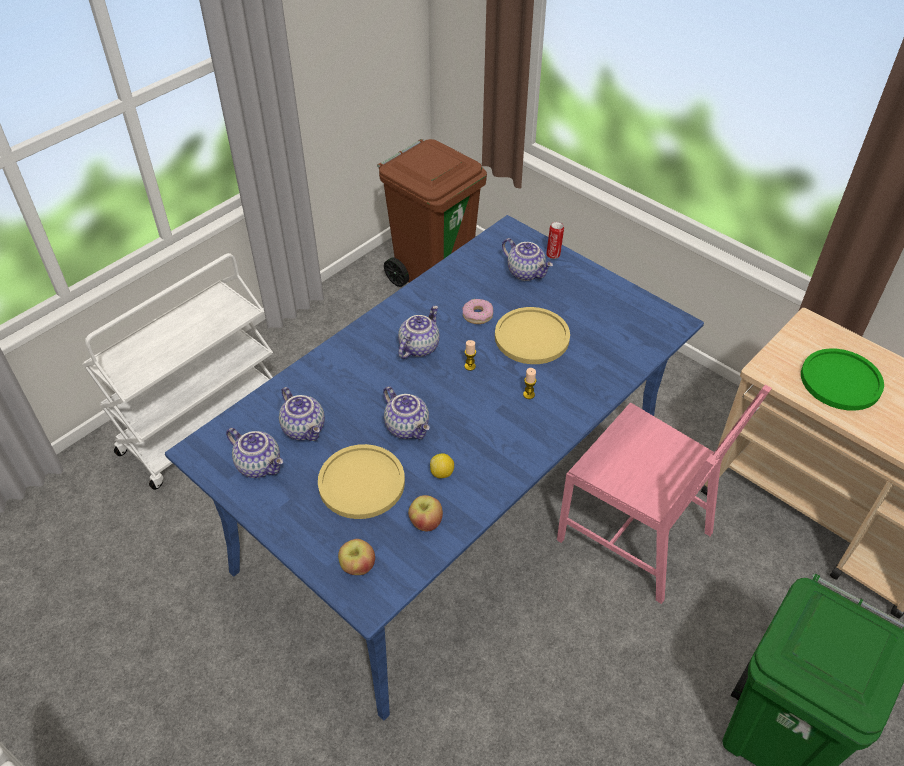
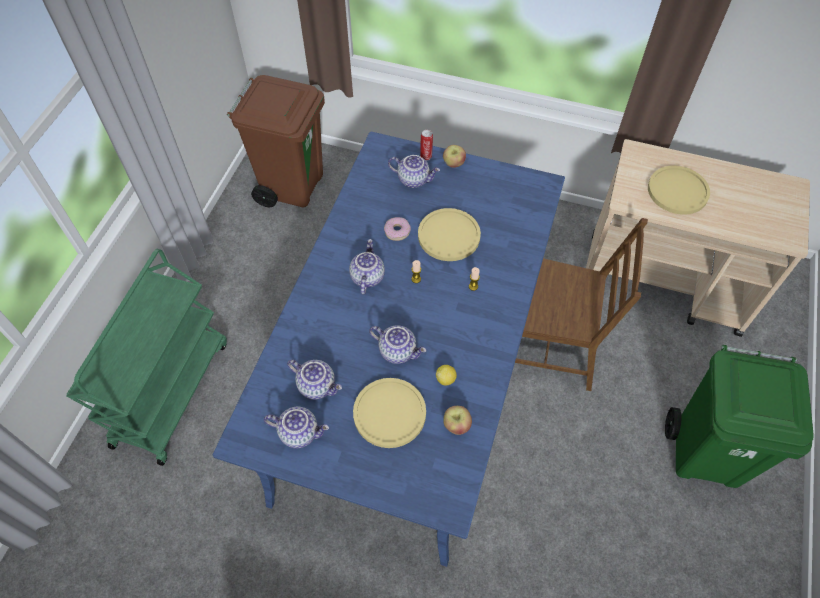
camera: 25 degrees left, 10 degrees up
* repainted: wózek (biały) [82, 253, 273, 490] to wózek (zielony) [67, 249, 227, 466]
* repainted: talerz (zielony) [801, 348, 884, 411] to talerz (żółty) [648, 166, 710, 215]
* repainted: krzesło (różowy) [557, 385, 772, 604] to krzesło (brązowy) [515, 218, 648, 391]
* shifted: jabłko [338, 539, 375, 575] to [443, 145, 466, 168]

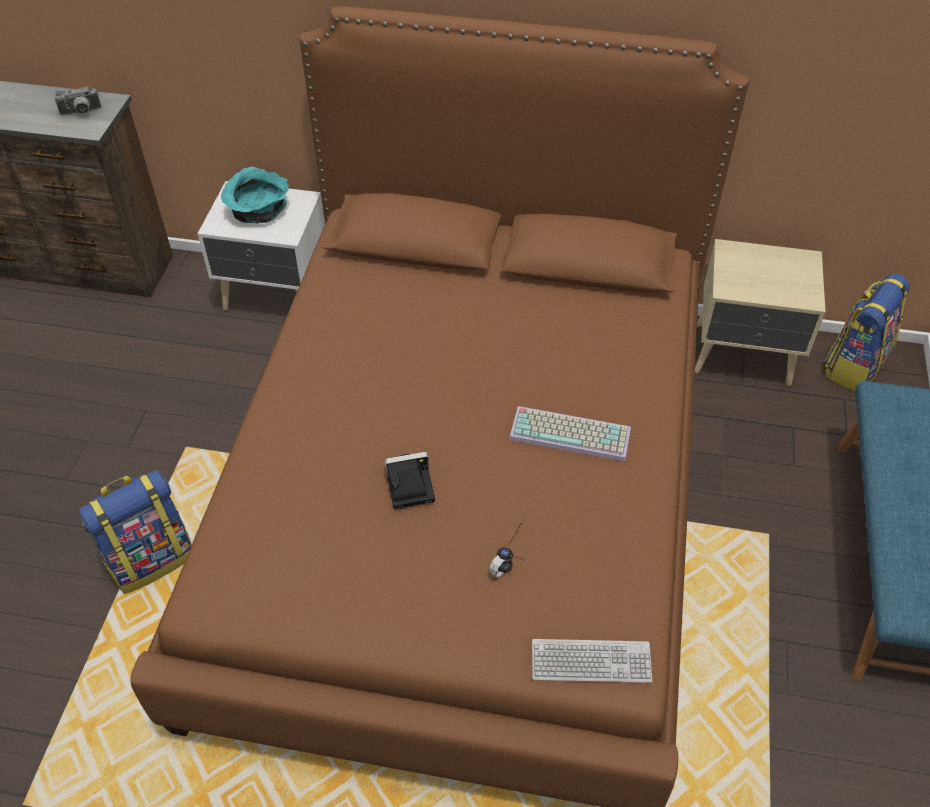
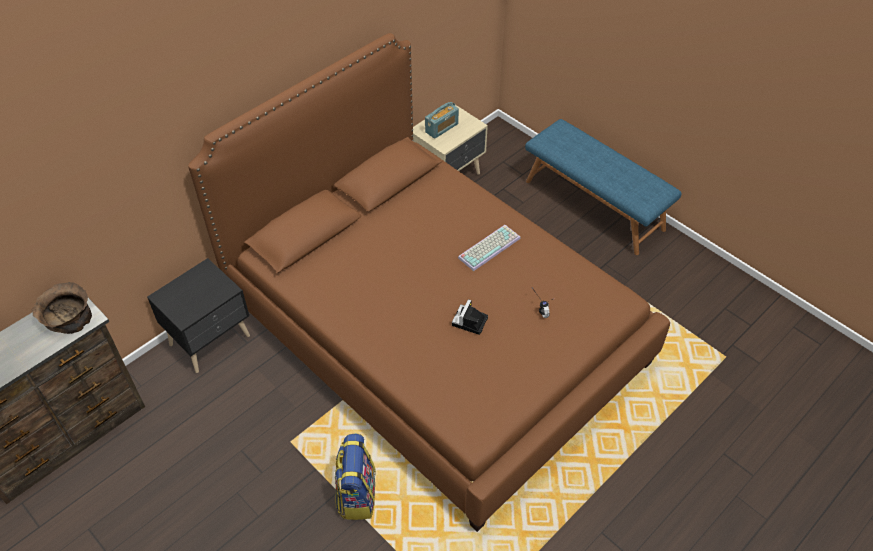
camera: 55 degrees left, 0 degrees up
* swapped: aparat fotograficzny [54, 86, 101, 115] to miska (brązowy) [32, 282, 92, 334]
* gone: miska (turkusowy) [221, 166, 289, 224]
* repainted: szafka nocna (biały) [198, 181, 325, 310] to szafka nocna (czarny) [147, 258, 250, 373]
* gone: plecak [824, 273, 910, 391]
* gone: klawiatura [532, 639, 652, 683]
* new: radio [425, 102, 459, 139]

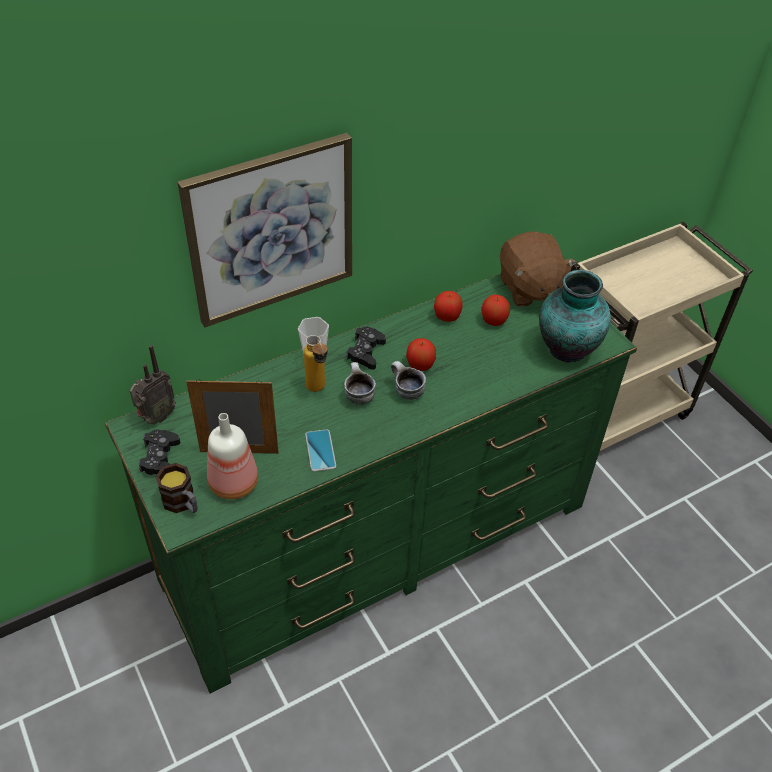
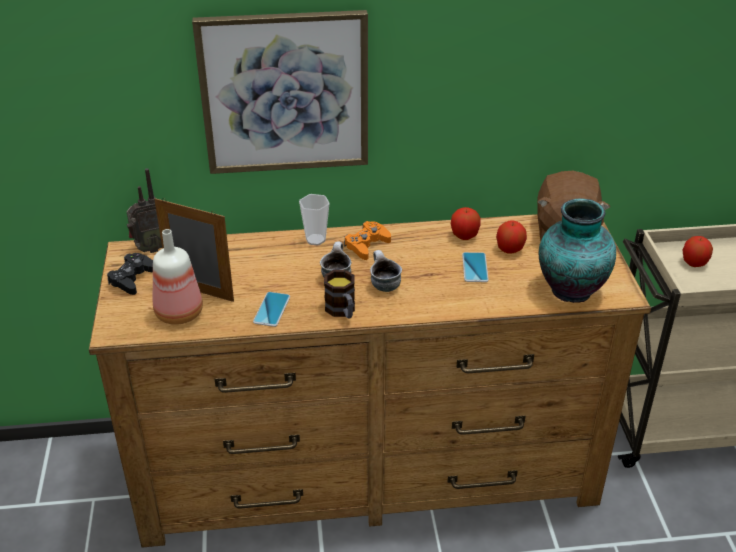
camera: 25 degrees right, 10 degrees down
* repainted: komoda (zielony) [105, 274, 637, 694] to komoda (brązowy) [89, 214, 651, 548]
* repainted: pad do gier (czarny) [347, 327, 386, 370] to pad do gier (pomarańczowy) [344, 221, 391, 260]
* gone: butelka [304, 335, 328, 392]
* shifted: jabłko [406, 338, 436, 371] to [683, 236, 713, 267]
* shifted: kubek [156, 463, 198, 513] to [324, 270, 355, 319]
* new: telefon [462, 252, 489, 282]

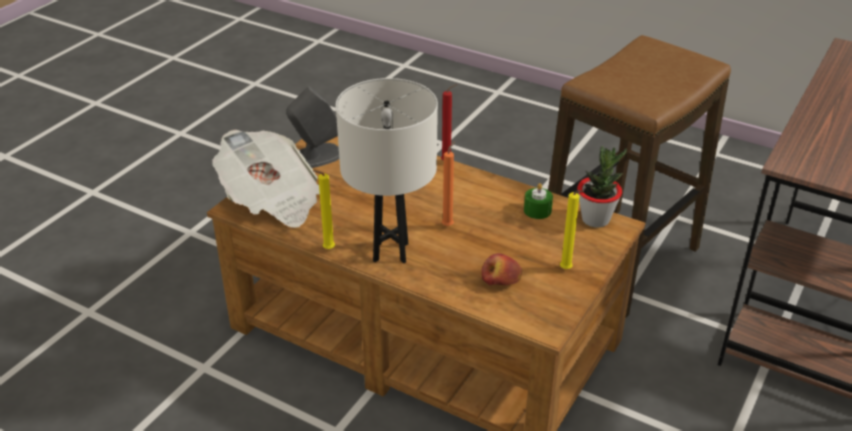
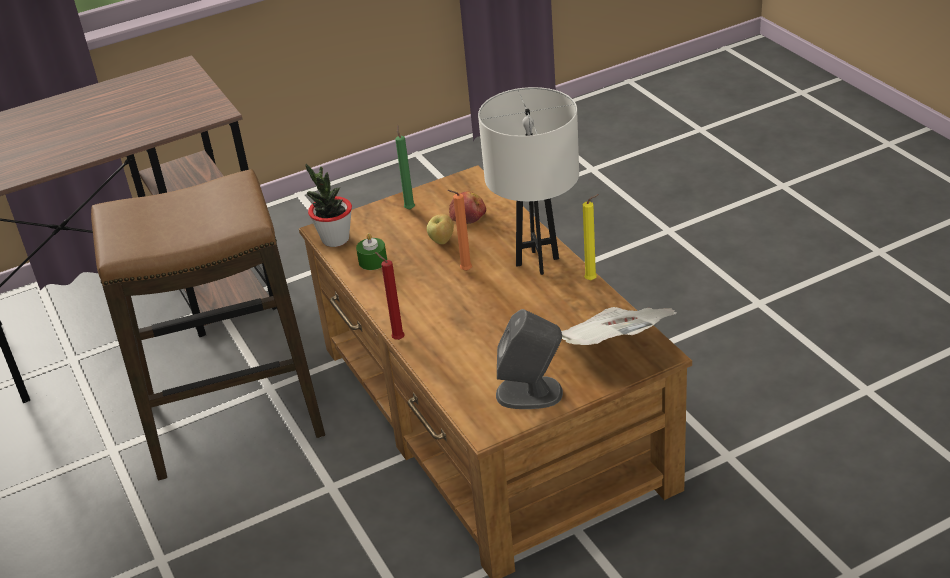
camera: 145 degrees left, 0 degrees up
* repainted: świeca (żółty) [560, 190, 584, 269] to świeca (zielony) [395, 125, 415, 210]
* new: jabłko [427, 214, 454, 244]

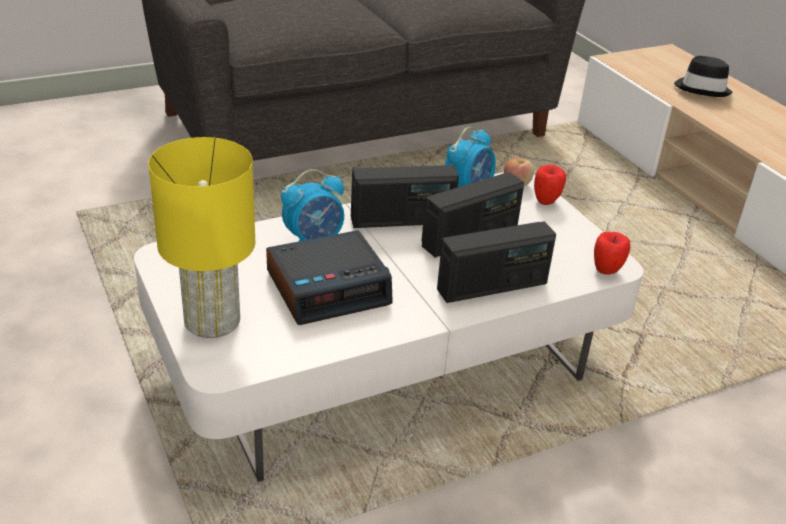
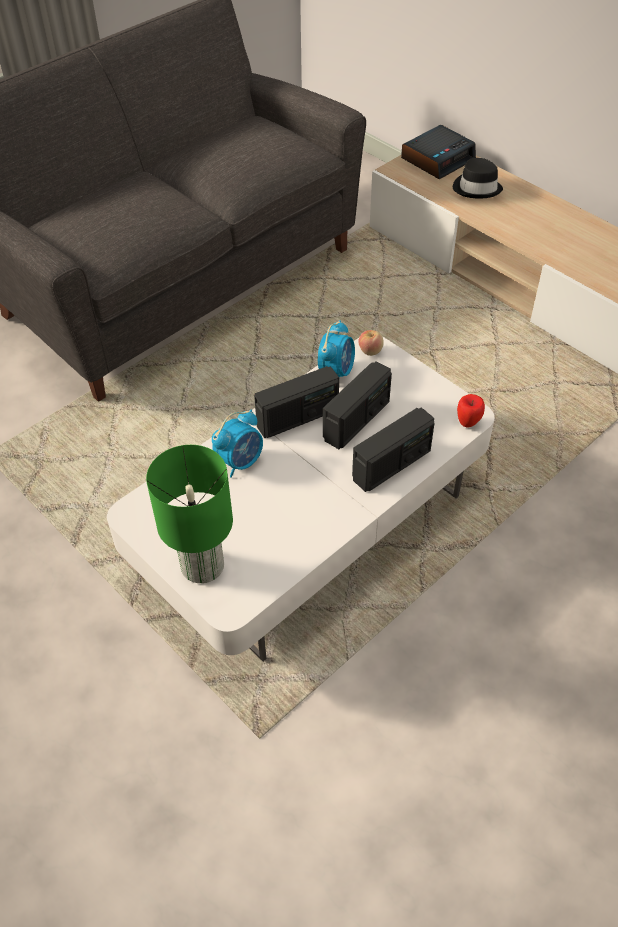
camera: 15 degrees left, 15 degrees up
* repainted: lampa stołowa (żółty) [148, 137, 255, 338] to lampa stołowa (zielony) [146, 445, 233, 583]
* gone: jabłko [534, 165, 566, 205]
* shifted: budzik [266, 230, 393, 325] to [401, 125, 476, 179]

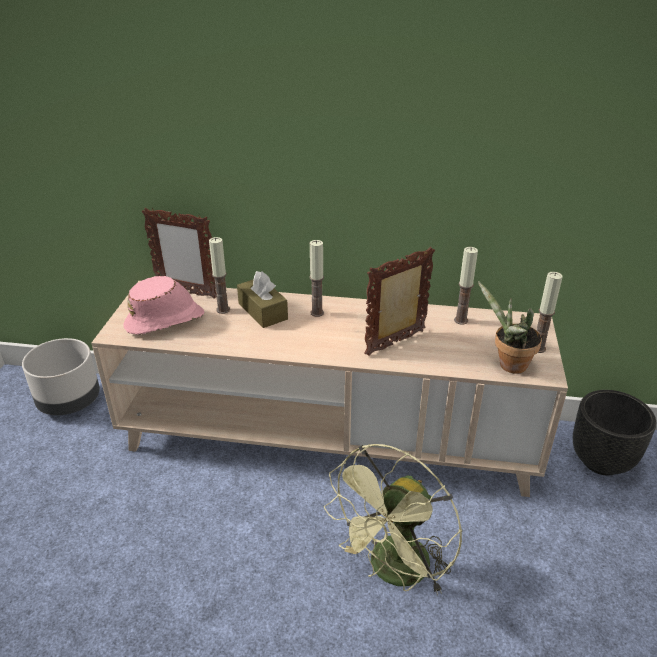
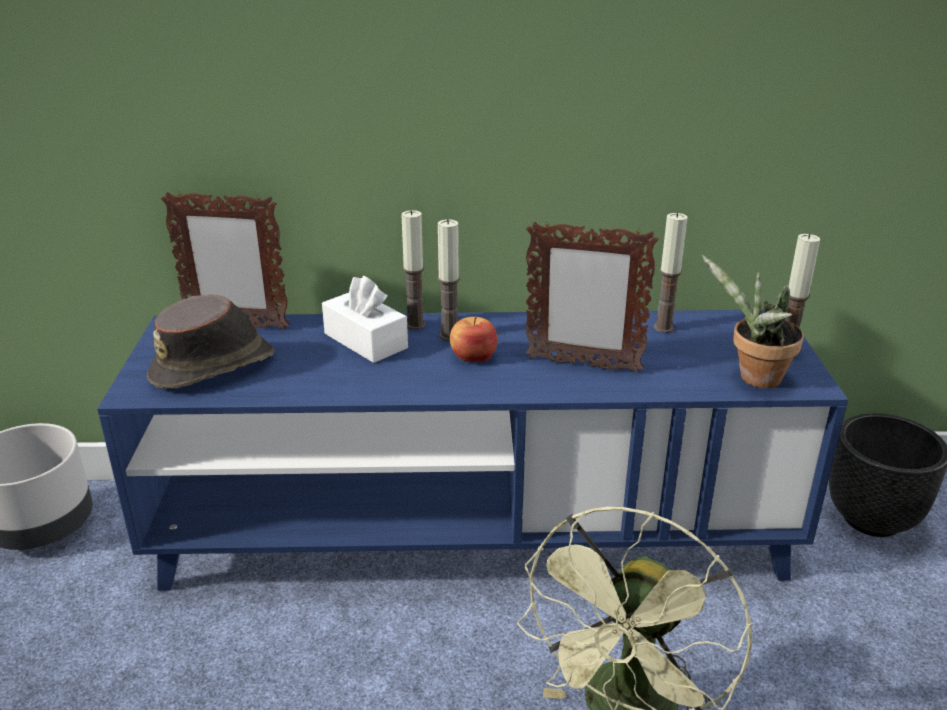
camera: 10 degrees left, 5 degrees down
* shifted: świeca [209, 237, 230, 314] to [401, 210, 426, 330]
* rotated: ramka na zdjęcie [364, 247, 435, 356] = [526, 221, 659, 373] 120 degrees counterclockwise
* repainted: pudełko chusteczek (brązowy) [237, 271, 288, 328] to pudełko chusteczek (biały) [322, 276, 408, 363]
* repainted: kapelusz (różowy) [123, 276, 204, 335] to kapelusz (brązowy) [147, 294, 274, 389]
* repainted: szafka pod telewizor (beżowy) [91, 281, 568, 497] to szafka pod telewizor (niebieski) [97, 310, 848, 591]
* new: jabłko [450, 316, 497, 362]

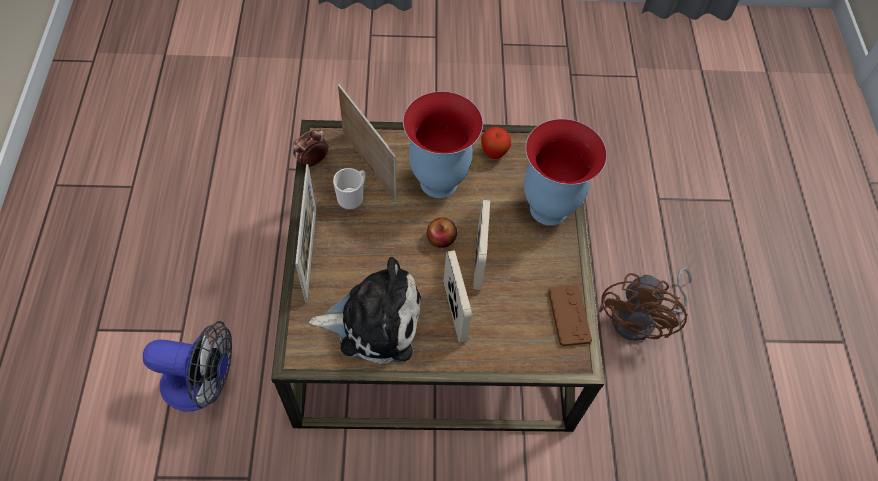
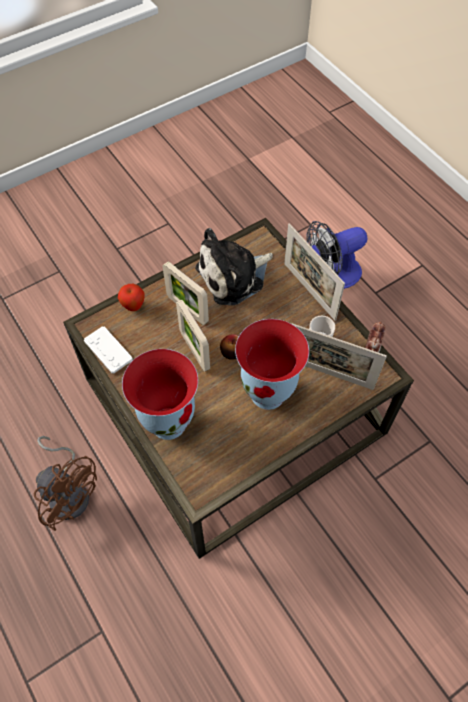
camera: 150 degrees right, 0 degrees up
* shifted: jabłko [481, 127, 511, 159] to [118, 284, 145, 311]
* rotated: wentylator (brązowy) [599, 267, 691, 341] = [34, 436, 97, 531] 135 degrees clockwise
* repainted: pad do gier (brązowy) [548, 285, 592, 346] to pad do gier (biały) [84, 326, 133, 373]

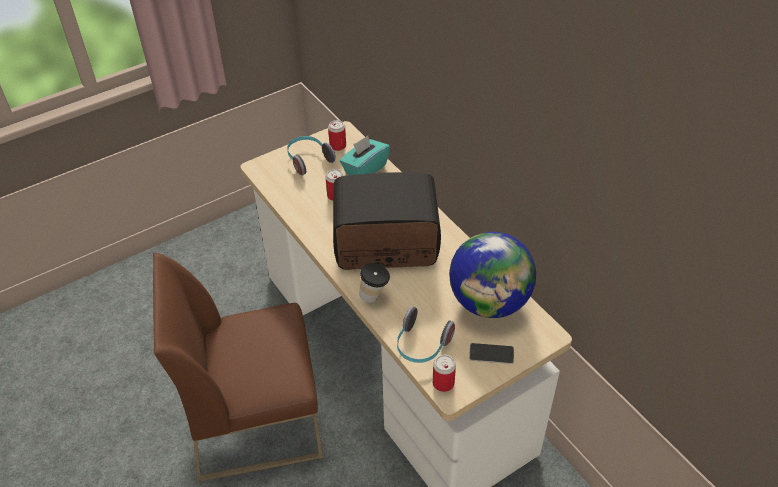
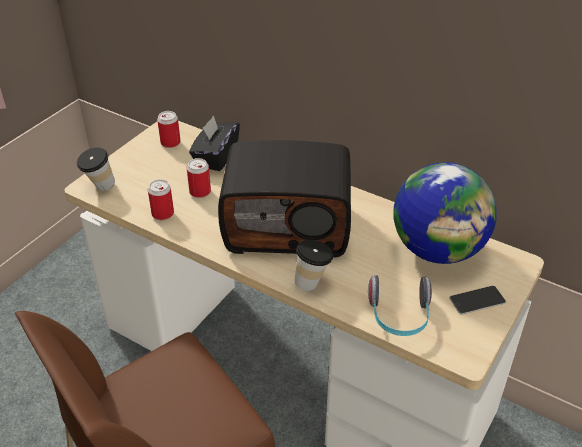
camera: 25 degrees left, 5 degrees down
* repainted: pudełko chusteczek (turkusowy) [340, 135, 390, 175] to pudełko chusteczek (czarny) [189, 115, 240, 171]
* gone: słuchawki [287, 136, 335, 176]
* rotated: radio [333, 172, 441, 270] = [218, 140, 351, 257] 150 degrees counterclockwise
* shifted: puszka [433, 355, 456, 392] to [148, 179, 174, 220]
* new: filiżanka [77, 147, 115, 191]

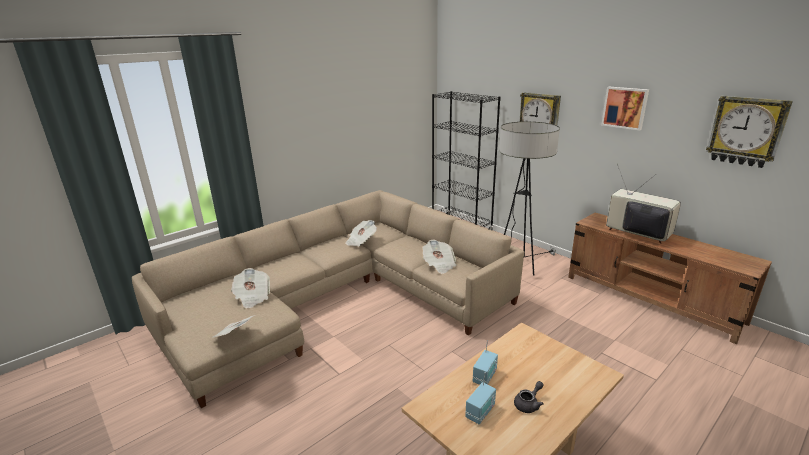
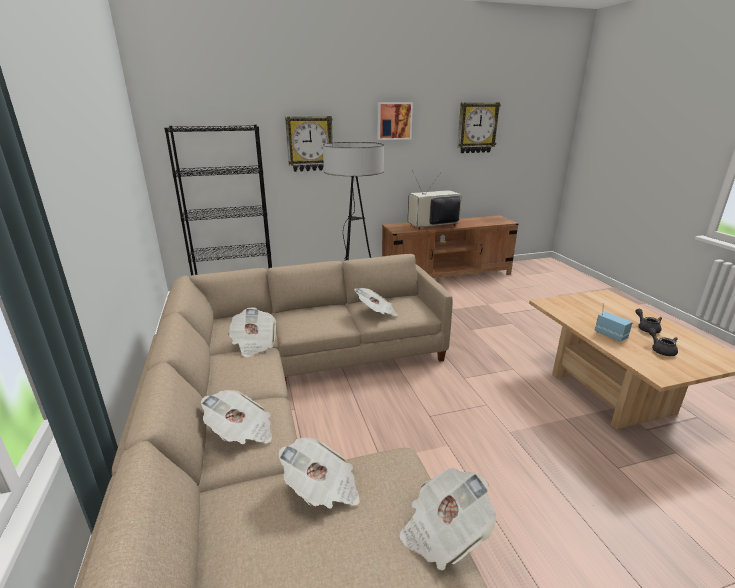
camera: 65 degrees left, 0 degrees up
* swapped: radio [465, 372, 496, 425] to imbryk (szary) [648, 328, 678, 356]
* new: gazeta [201, 390, 272, 444]

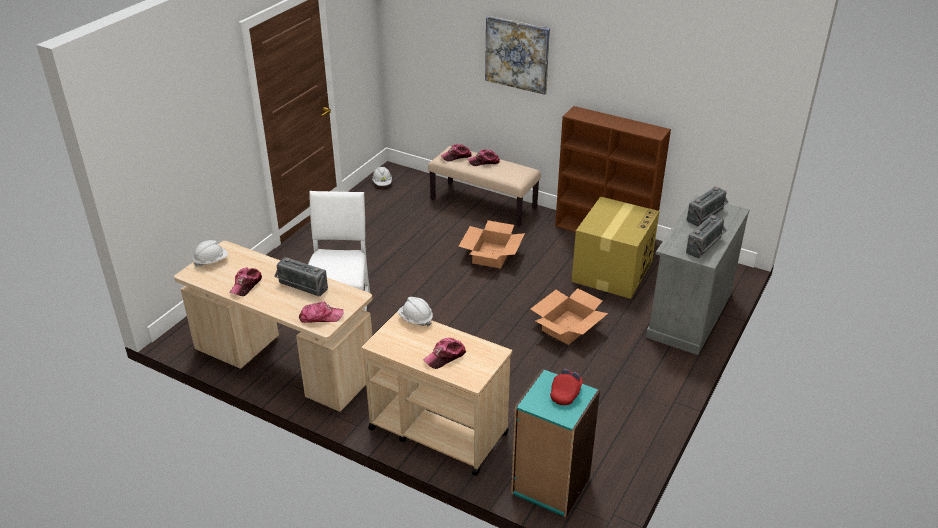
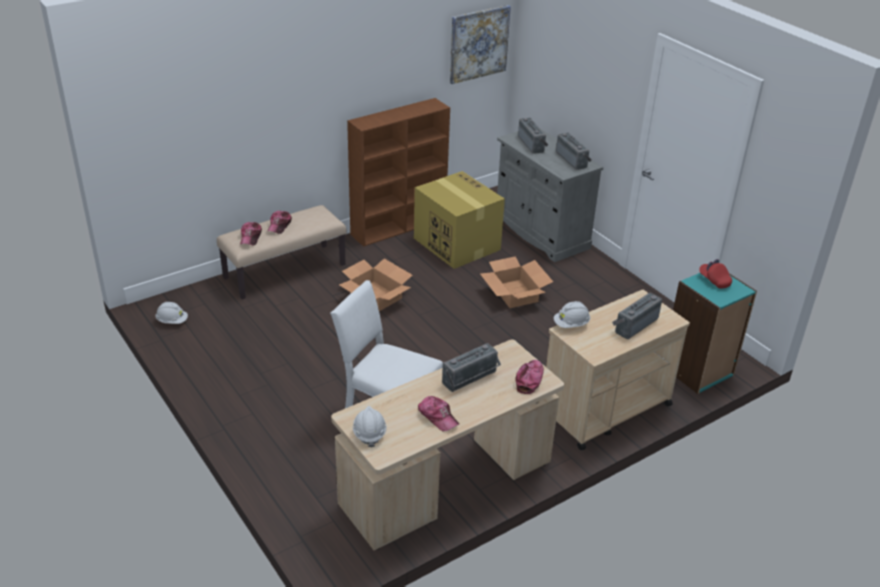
camera: 65 degrees left, 0 degrees up
* shifted: obraz [485, 16, 550, 95] to [450, 5, 511, 84]
* swapped: czapka z daszkiem [423, 337, 466, 369] to radio [612, 293, 662, 339]

